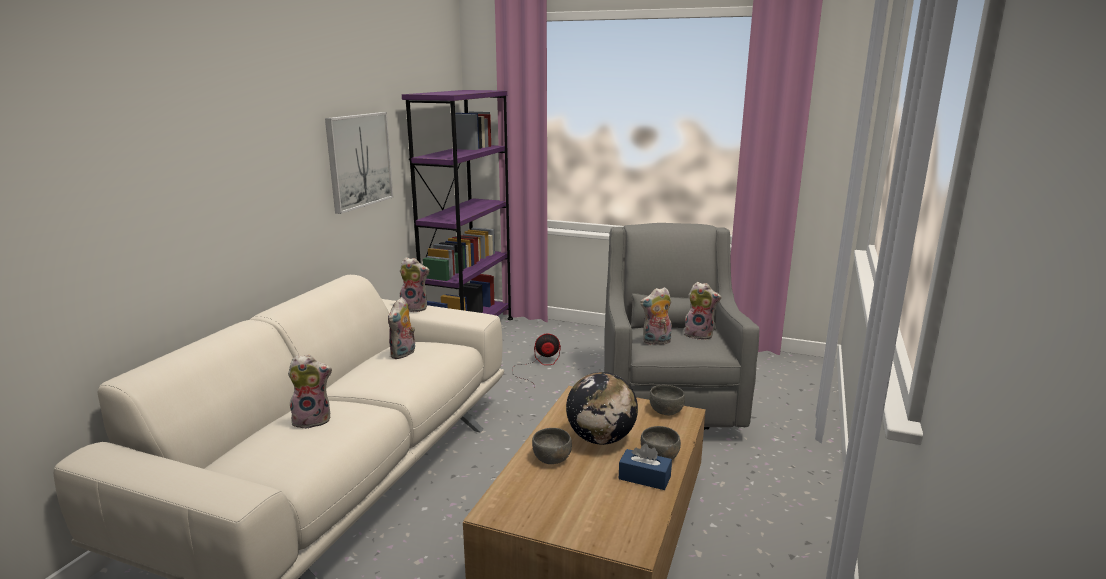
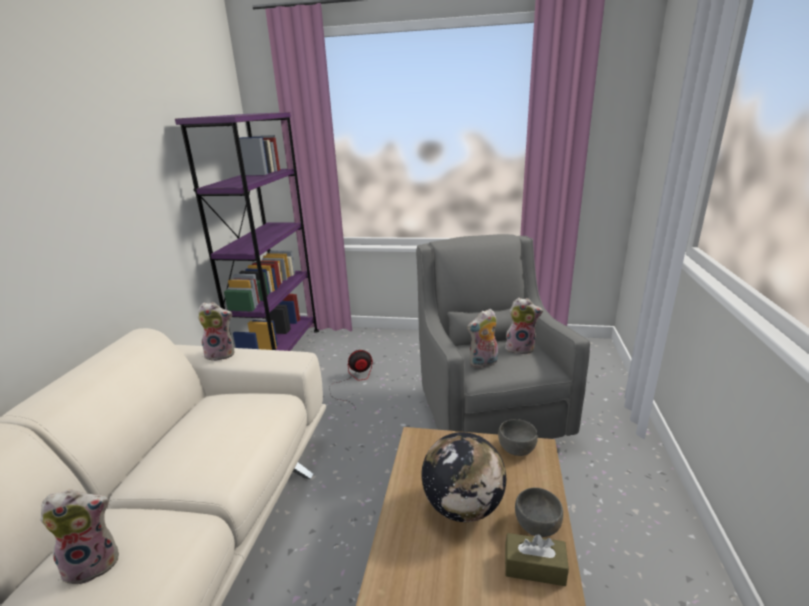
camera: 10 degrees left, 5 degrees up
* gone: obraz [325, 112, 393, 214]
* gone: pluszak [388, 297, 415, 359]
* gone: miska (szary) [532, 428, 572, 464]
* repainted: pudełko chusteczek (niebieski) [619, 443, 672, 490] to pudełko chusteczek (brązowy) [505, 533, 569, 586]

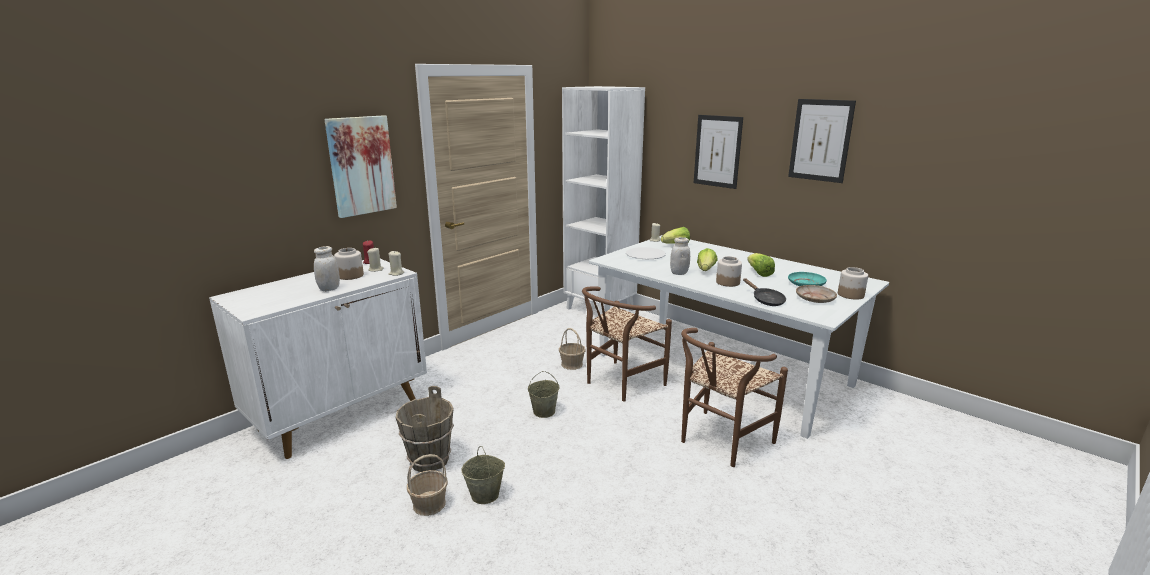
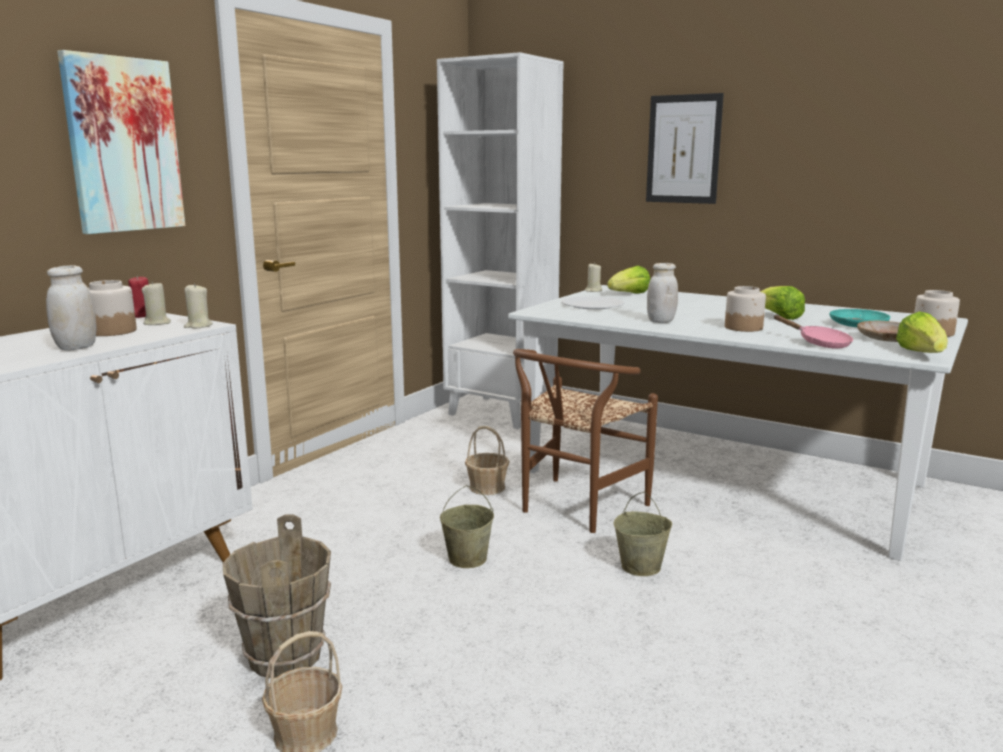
camera: 10 degrees left, 5 degrees down
* gone: obraz [788, 99, 856, 183]
* shifted: sałata [697, 248, 718, 271] to [896, 312, 948, 353]
* repainted: patelnia (czarny) [743, 278, 786, 306] to patelnia (różowy) [774, 315, 853, 349]
* gone: krzesło (brązowy) [681, 328, 788, 467]
* shifted: wiadro (beżowy) [461, 446, 505, 504] to [614, 492, 672, 576]

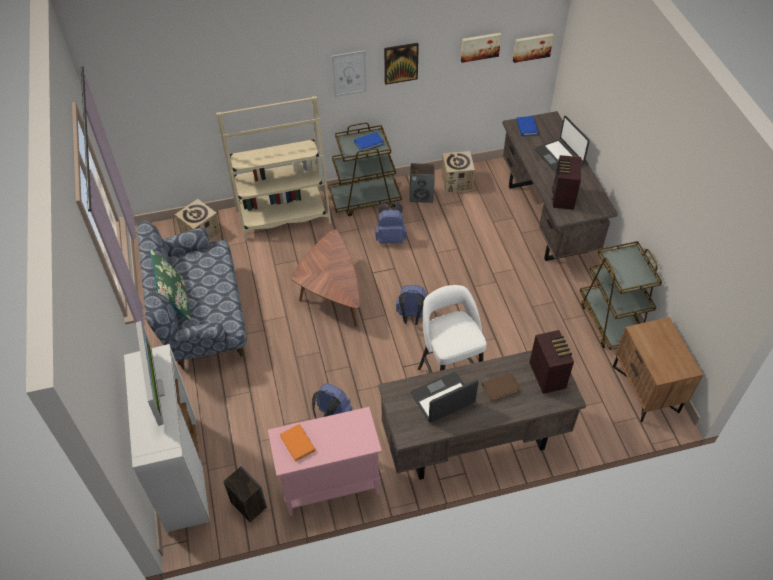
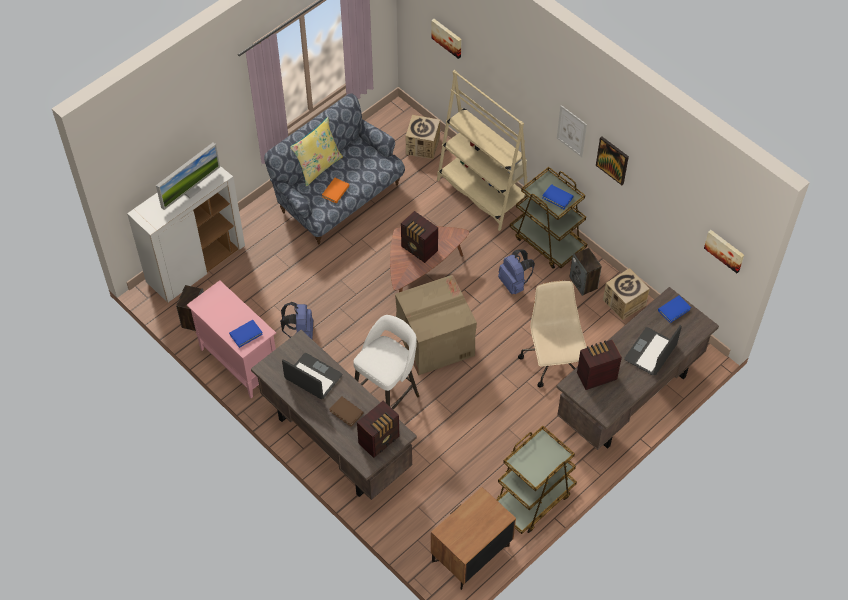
camera: 60 degrees right, 5 degrees up
* shifted: obraz [461, 33, 501, 63] to [431, 19, 462, 59]
* repainted: poduszka (zielony) [150, 249, 191, 321] to poduszka (żółty) [290, 117, 343, 187]
* swapped: plecak (niebieski) [396, 285, 427, 325] to karton [395, 275, 477, 375]
* shifted: książka (pomarańczowy) [280, 424, 316, 462] to [322, 178, 350, 203]
* new: radio [401, 211, 438, 263]
* new: krzesło biurowe (beżowy) [518, 281, 587, 388]
* new: książka (niebieski) [229, 320, 263, 348]

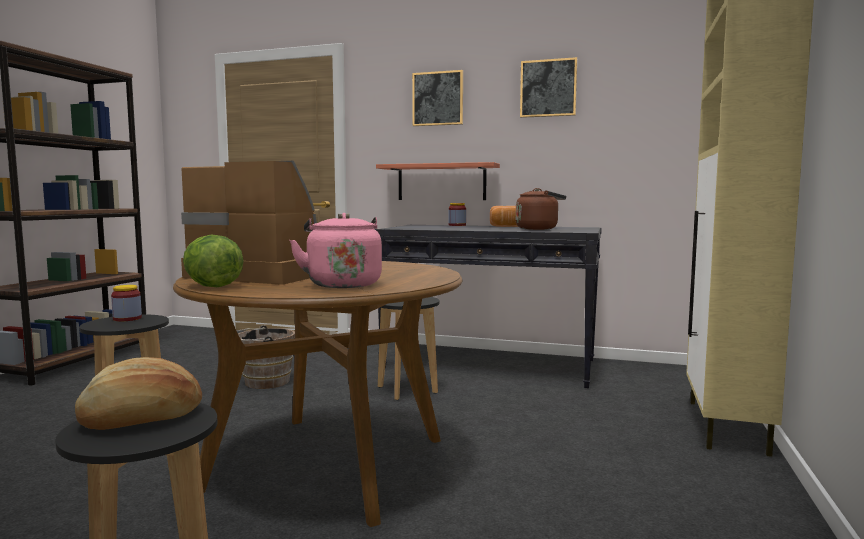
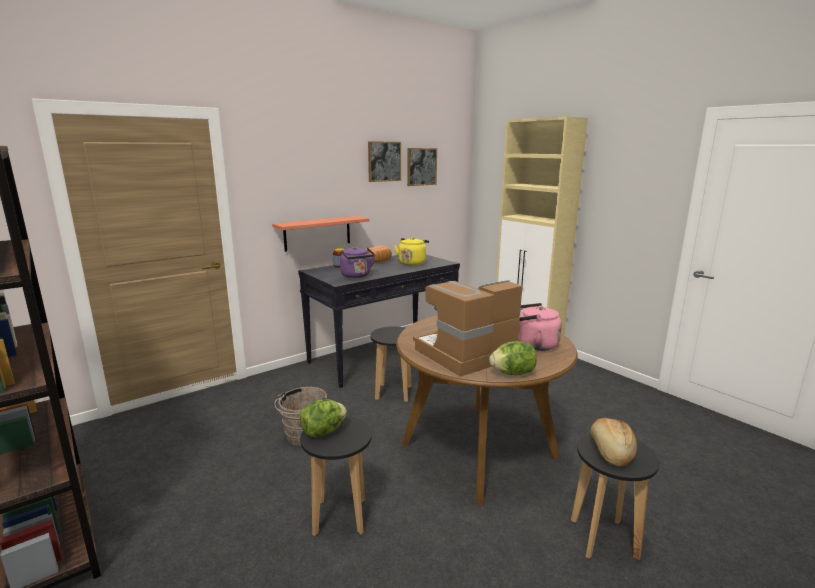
camera: 55 degrees left, 10 degrees up
* shifted: obraz [412, 70, 463, 126] to [407, 148, 437, 186]
* repainted: czajnik (brązowy) [516, 188, 566, 230] to czajnik (żółty) [394, 237, 429, 265]
* swapped: słoik [111, 285, 142, 321] to sałata [300, 399, 347, 437]
* new: czajnik (fioletowy) [340, 246, 375, 278]

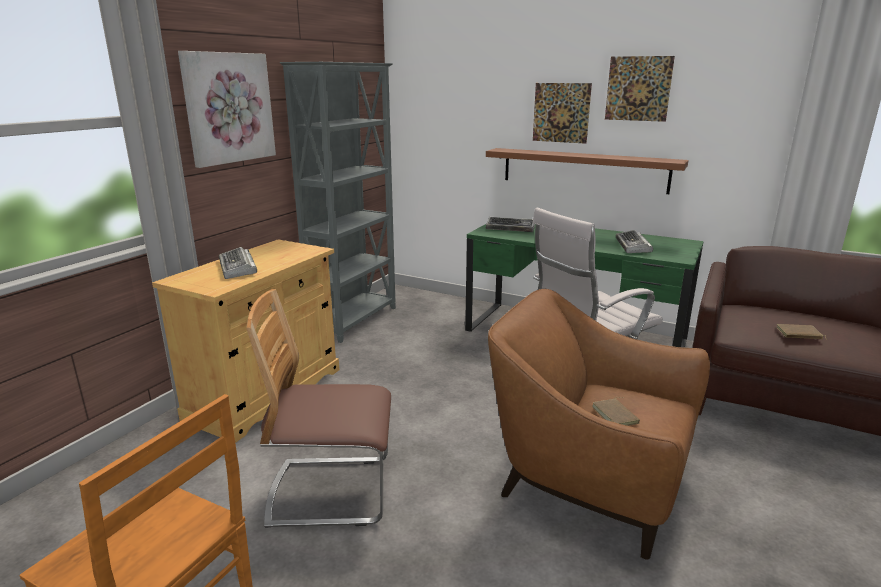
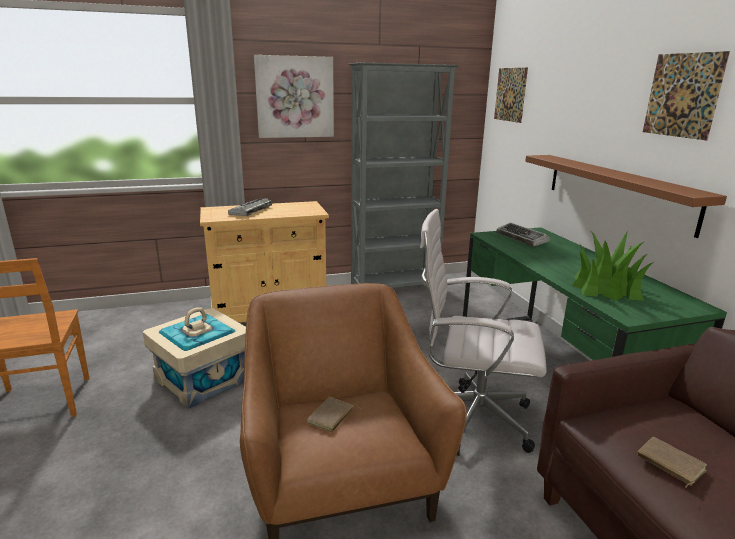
camera: 45 degrees right, 0 degrees up
* shifted: obraz [533, 83, 592, 144] to [494, 68, 528, 123]
* swapped: klawiatura [616, 230, 653, 253] to roślina doniczkowa [572, 232, 654, 301]
* swapped: krzesło [246, 289, 391, 528] to pojemnik do przechowywania (beżowy) [143, 307, 246, 409]

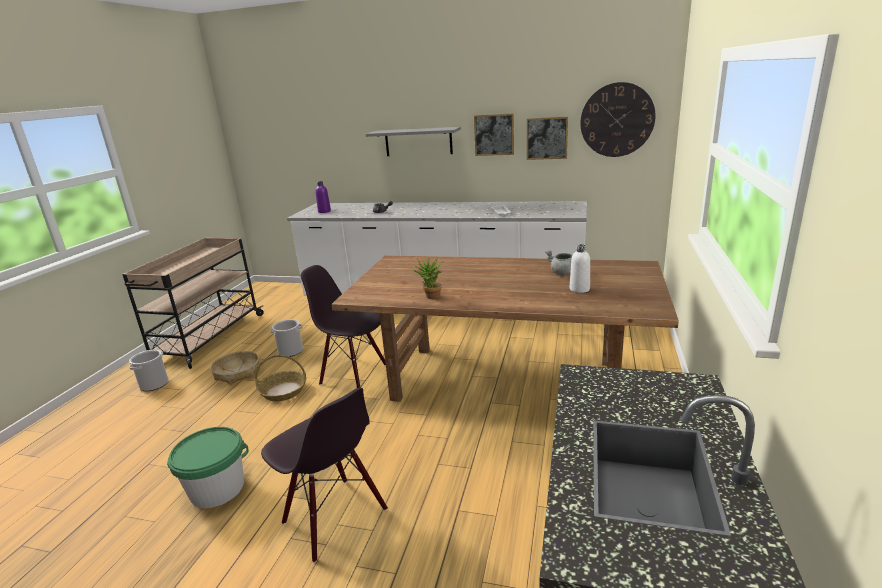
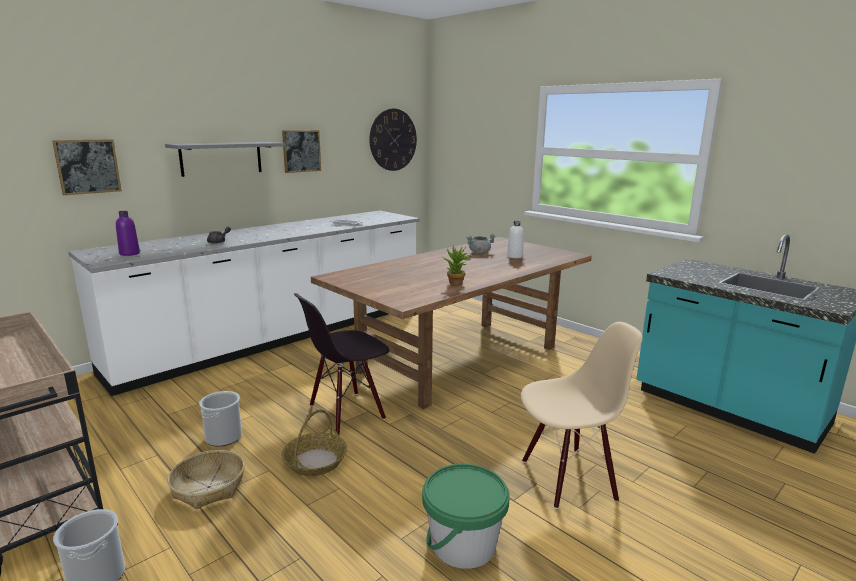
camera: 60 degrees left, 5 degrees down
* shifted: obraz [527, 117, 568, 160] to [52, 139, 122, 195]
* repainted: krzesło (czarny) [261, 388, 388, 563] to krzesło (beżowy) [521, 322, 643, 509]

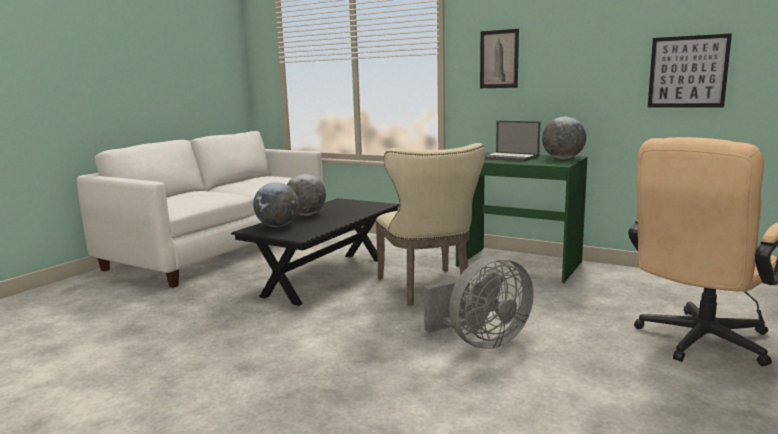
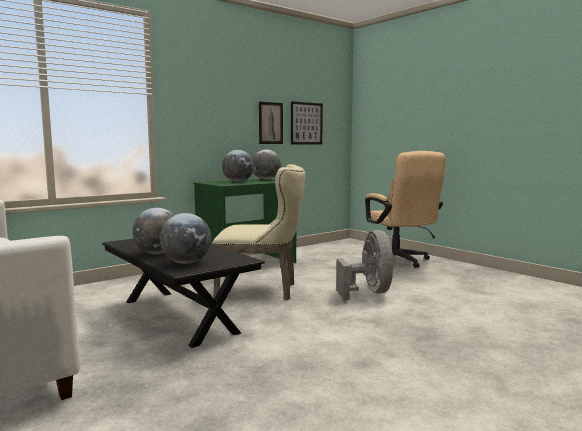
camera: 70 degrees left, 5 degrees down
* shifted: obraz [480, 29, 519, 88] to [259, 101, 283, 144]
* swapped: laptop [485, 121, 540, 162] to globus [222, 150, 254, 182]

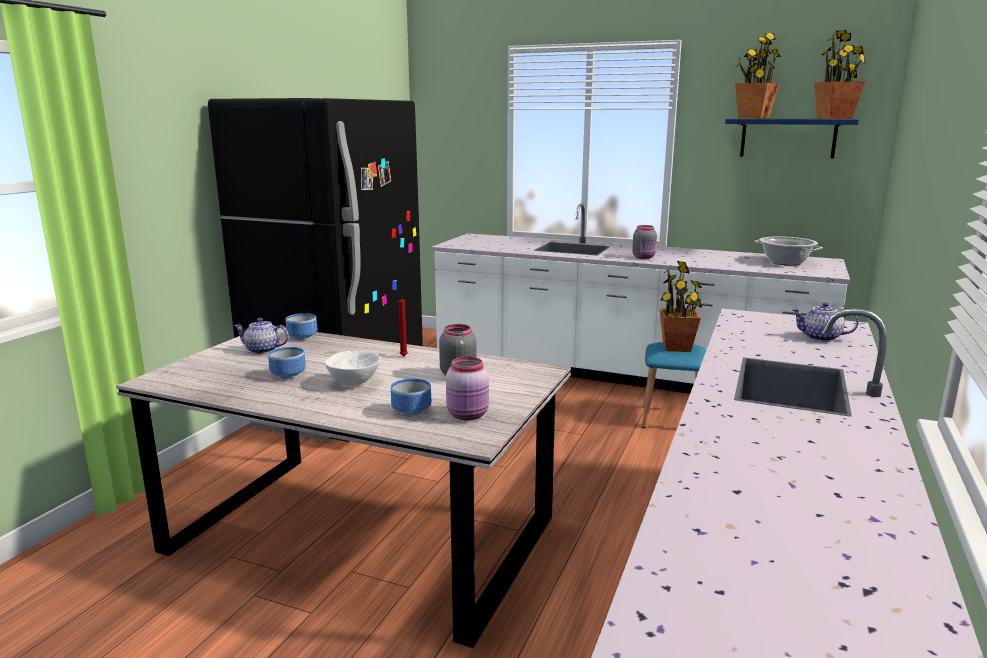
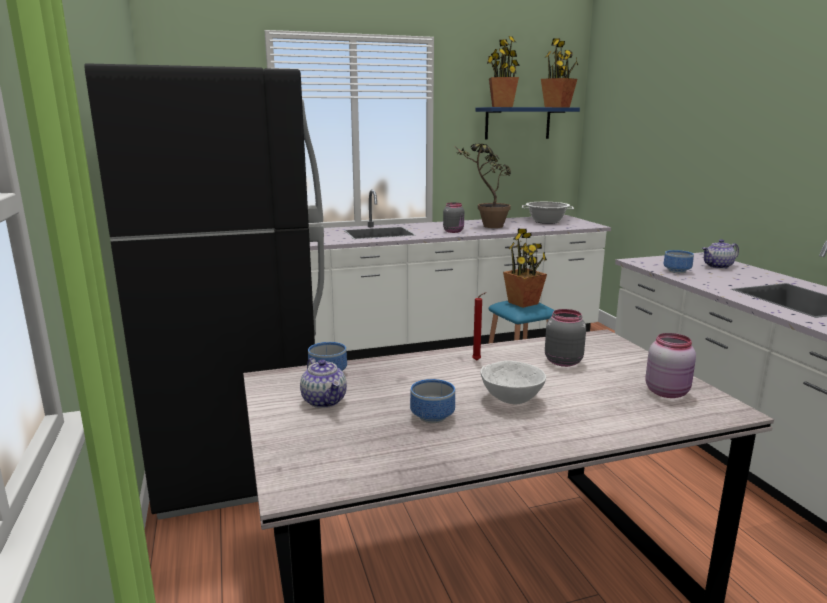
camera: 40 degrees left, 0 degrees up
* rotated: imbryk [234, 318, 289, 354] = [300, 358, 347, 408] 90 degrees counterclockwise
* shifted: miska [391, 378, 432, 416] to [663, 250, 694, 273]
* new: roślina doniczkowa [453, 144, 511, 228]

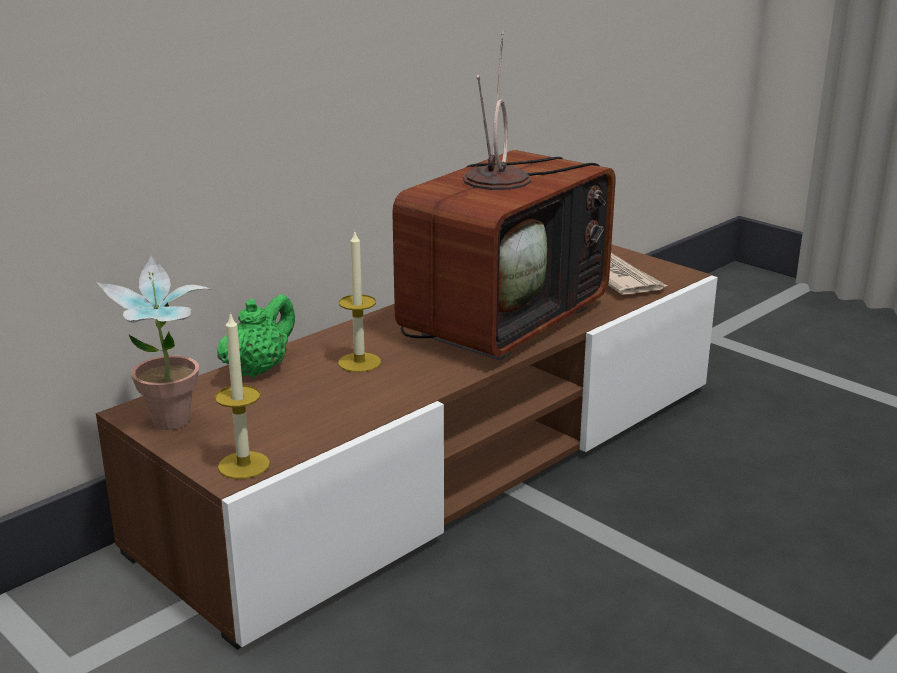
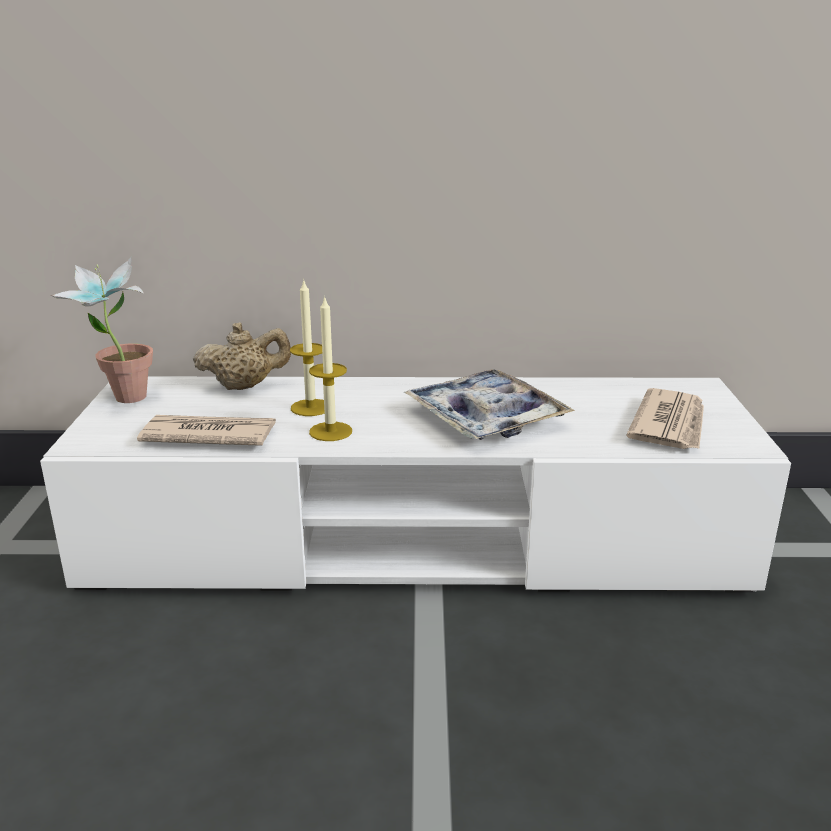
camera: 45 degrees right, 0 degrees up
* swapped: telewizor [392, 31, 616, 360] to taca [403, 369, 575, 440]
* repainted: szafka pod telewizor (brązowy) [96, 244, 718, 650] to szafka pod telewizor (biały) [40, 377, 791, 592]
* repainted: imbryk (zielony) [217, 294, 295, 378] to imbryk (beżowy) [193, 322, 291, 390]
* shifted: świeca [215, 312, 270, 479] to [309, 295, 352, 441]
* new: gazeta [137, 415, 276, 446]

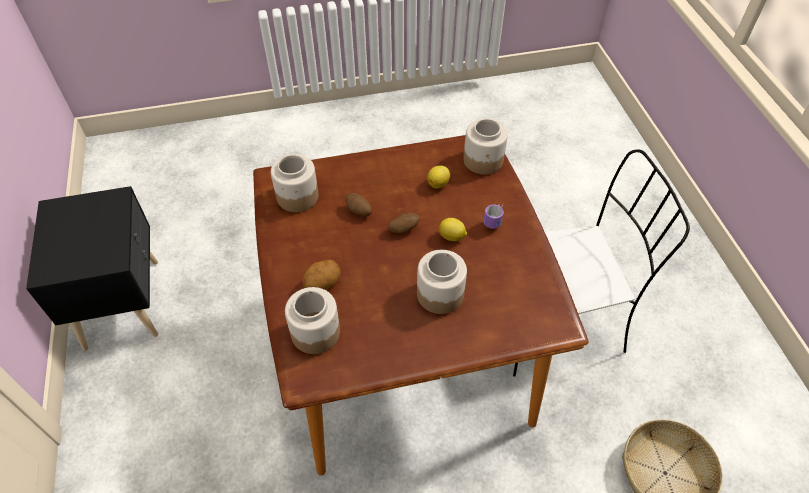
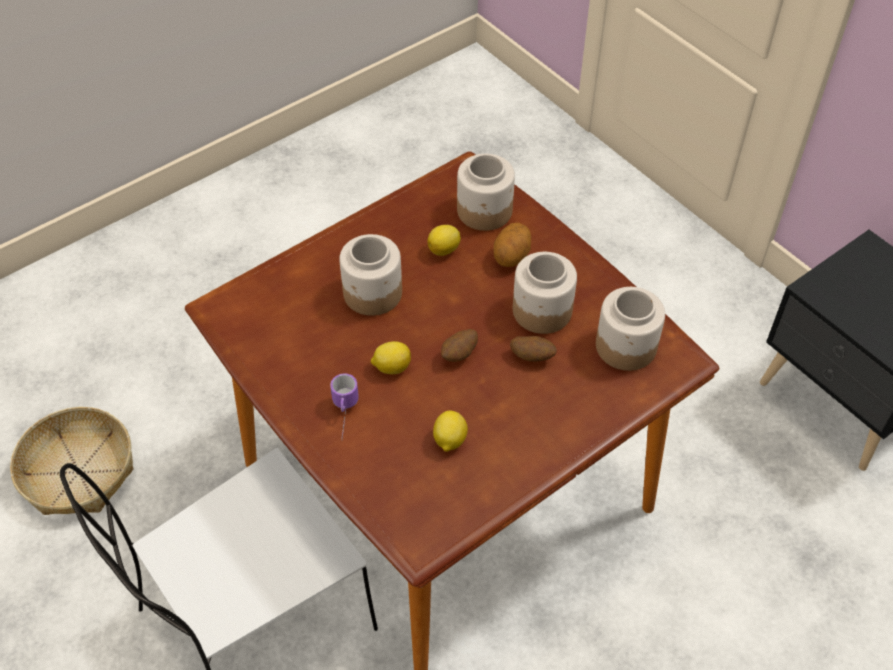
camera: 155 degrees right, 0 degrees up
* shifted: słoik [463, 119, 508, 175] to [513, 252, 577, 334]
* new: cytryna [427, 225, 461, 256]

